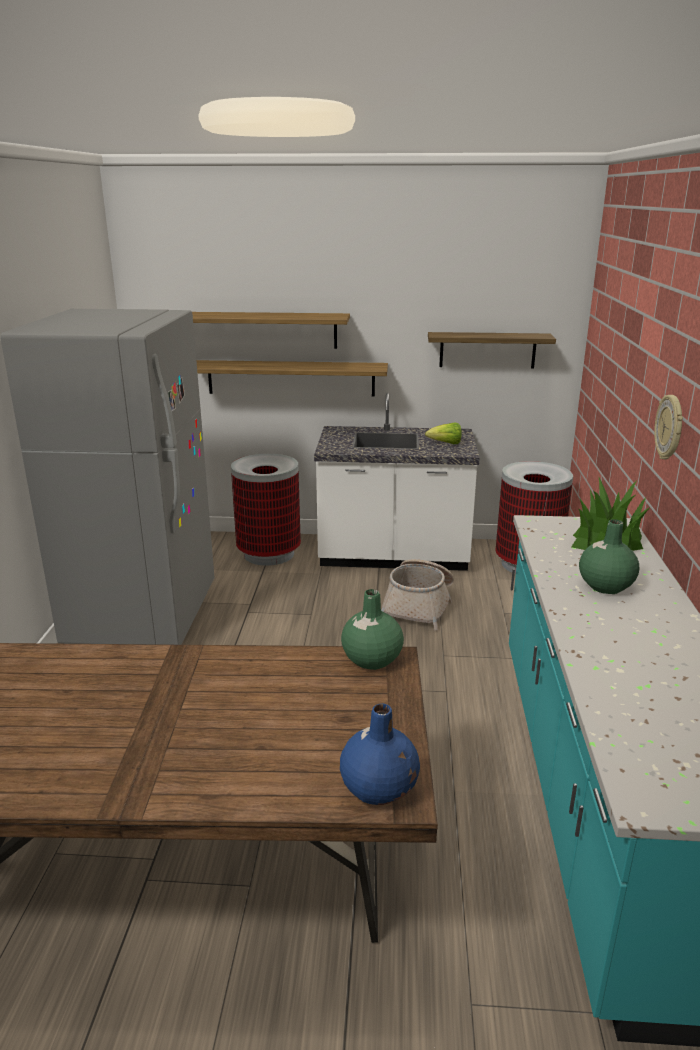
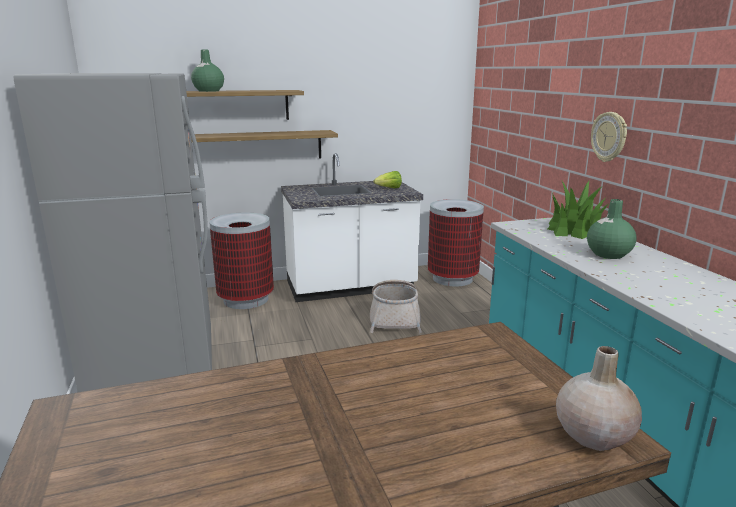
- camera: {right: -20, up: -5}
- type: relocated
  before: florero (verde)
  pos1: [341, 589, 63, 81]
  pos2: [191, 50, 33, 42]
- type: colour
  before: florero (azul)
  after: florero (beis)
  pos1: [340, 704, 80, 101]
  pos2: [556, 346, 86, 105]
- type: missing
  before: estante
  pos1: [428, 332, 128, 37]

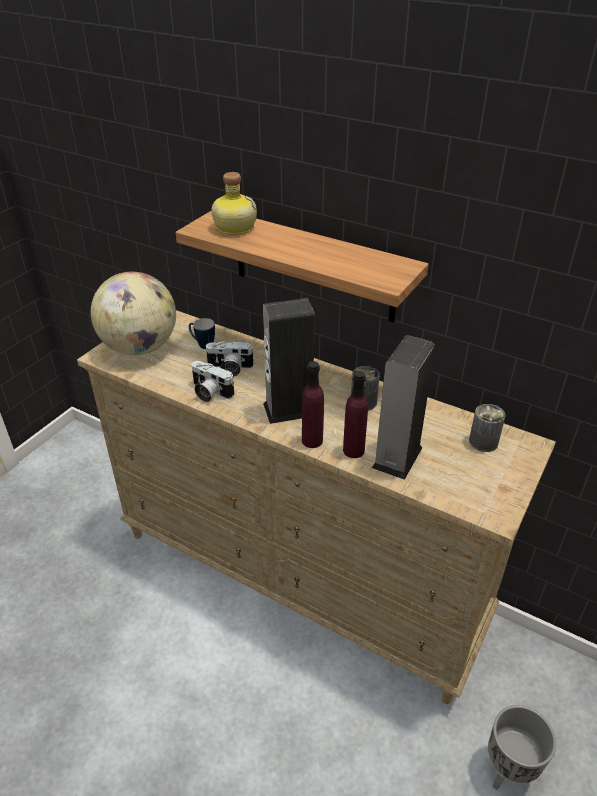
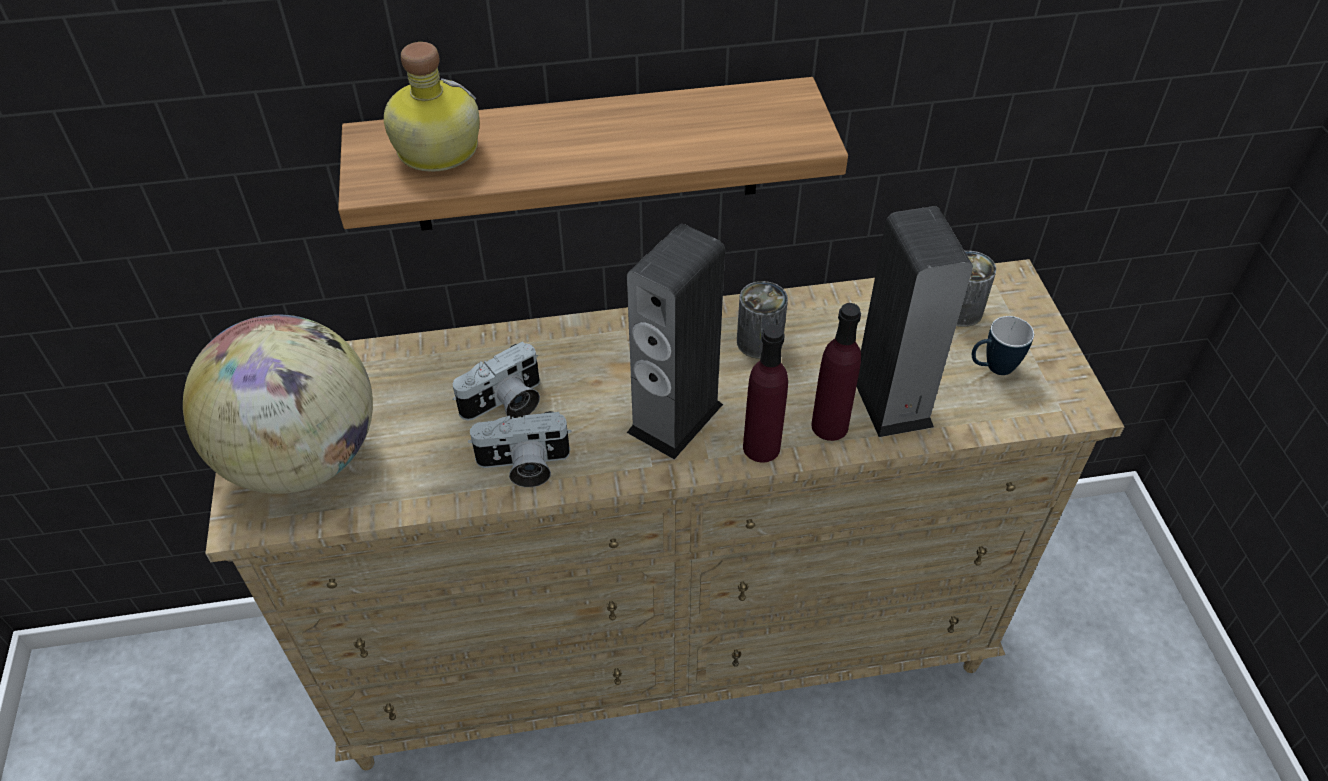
- camera: {right: -40, up: 10}
- type: relocated
  before: taza grande
  pos1: [189, 318, 26, 31]
  pos2: [972, 316, 62, 59]
- type: missing
  before: maceta (gris)
  pos1: [488, 705, 68, 85]

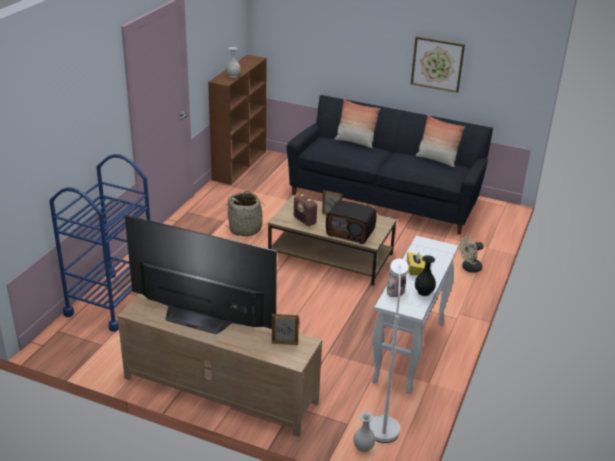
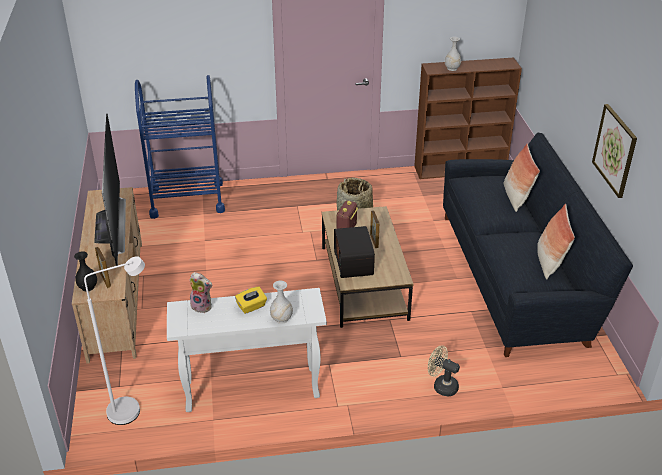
- camera: {right: 60, up: 5}
- type: relocated
  before: florero (negro)
  pos1: [415, 255, 21, 41]
  pos2: [74, 251, 23, 40]
- type: relocated
  before: florero (blanco)
  pos1: [353, 412, 22, 40]
  pos2: [270, 281, 23, 43]

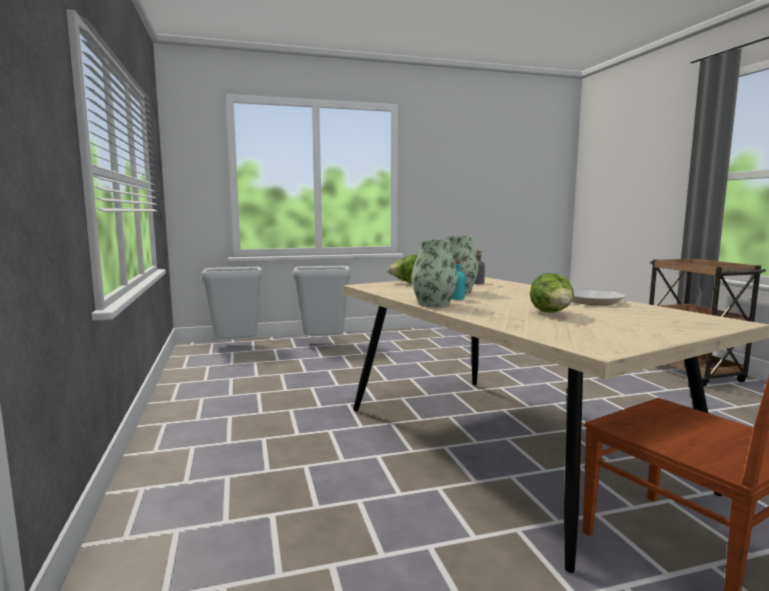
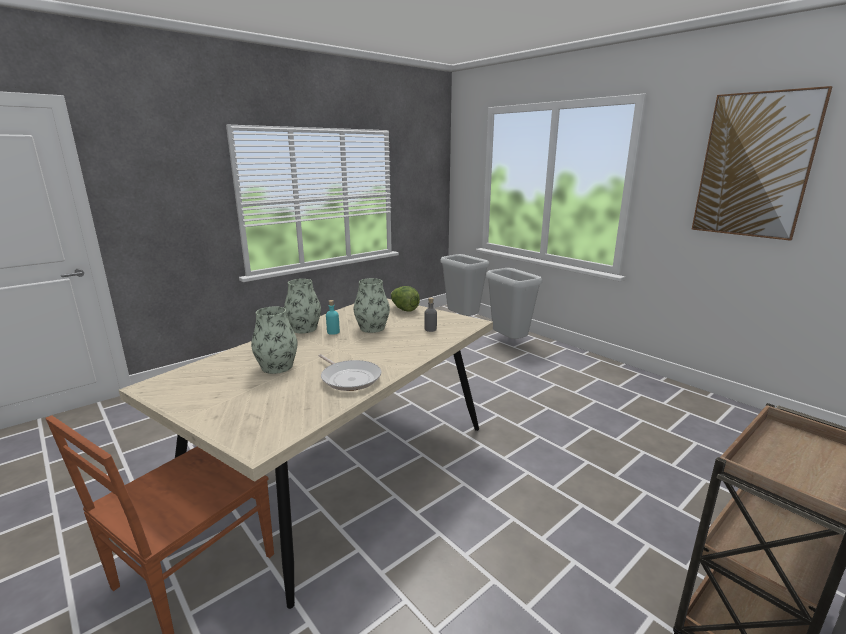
- camera: {right: 65, up: 10}
- type: exchanged
  before: lechuga
  after: florero
  pos1: [530, 273, 44, 40]
  pos2: [251, 306, 46, 68]
- type: appeared
  after: cuadro
  pos2: [692, 86, 140, 155]

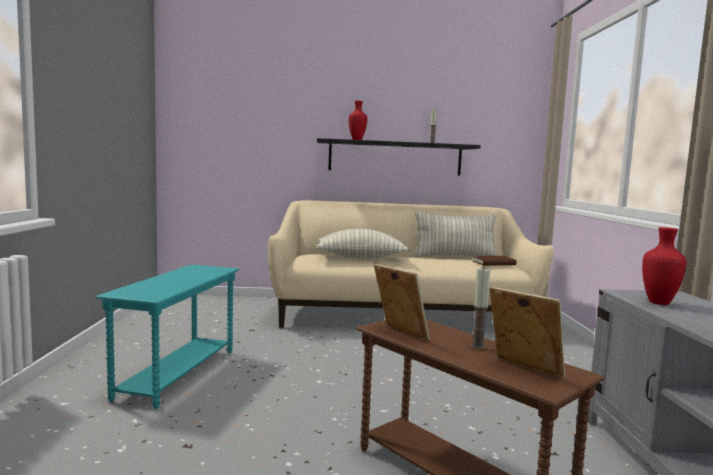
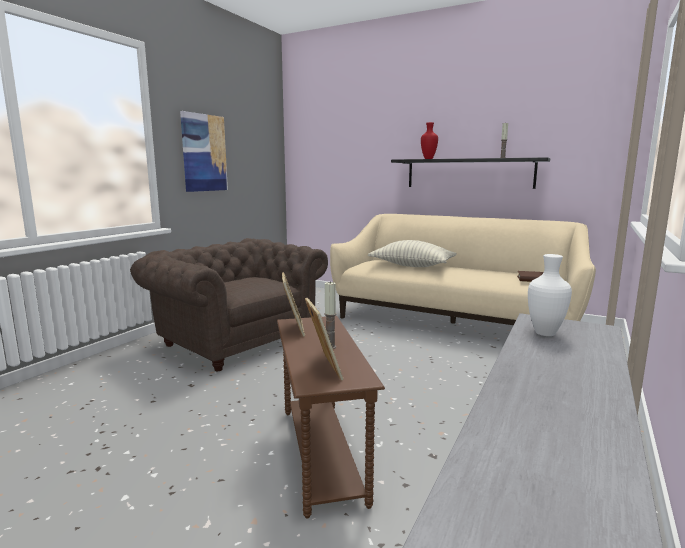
- camera: {right: 30, up: 5}
- type: exchanged
  before: mesa auxiliar (turquesa)
  after: sillón (marrón)
  pos1: [95, 265, 144, 144]
  pos2: [130, 238, 198, 133]
- type: appeared
  after: cuadro
  pos2: [180, 111, 48, 81]
- type: colour
  before: florero (rojo)
  after: florero (blanco)
  pos1: [642, 227, 44, 78]
  pos2: [528, 254, 44, 82]
- type: missing
  before: cojín
  pos1: [414, 212, 83, 45]

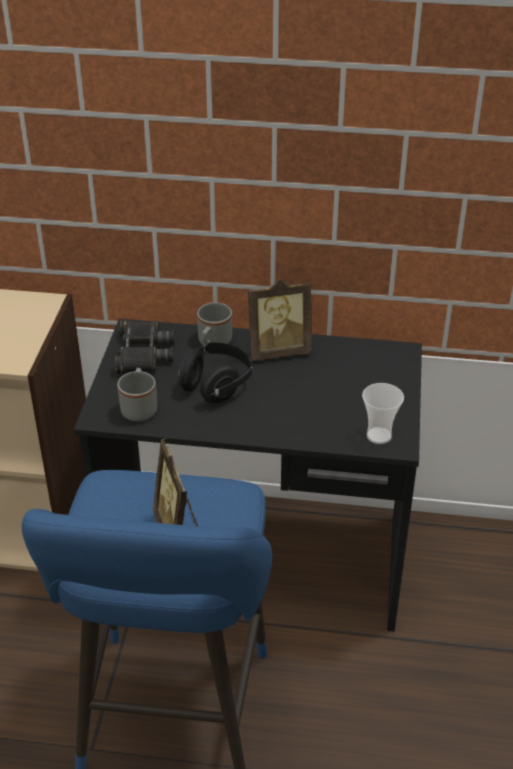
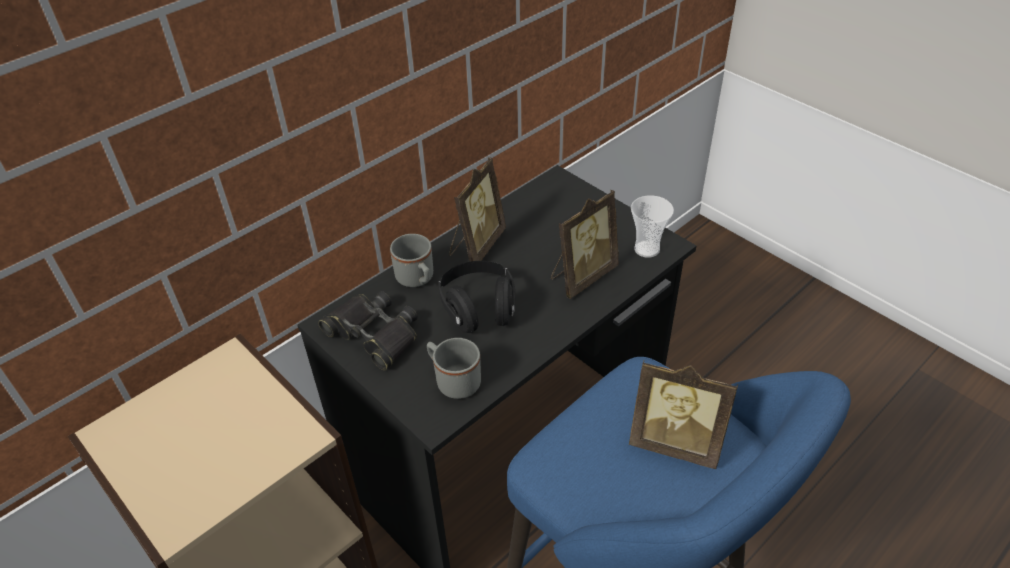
- camera: {right: -50, up: 5}
- type: appeared
  after: portarretratos
  pos2: [551, 190, 68, 109]

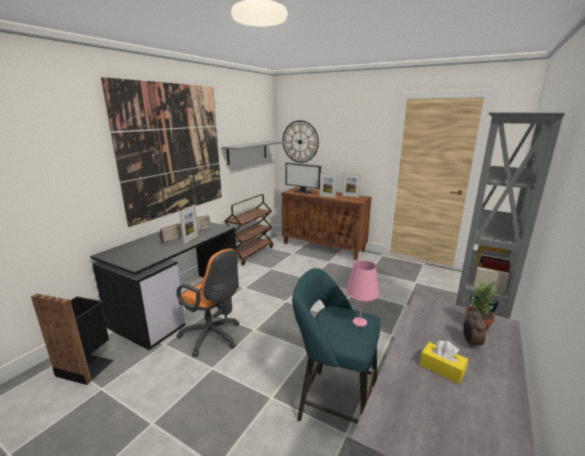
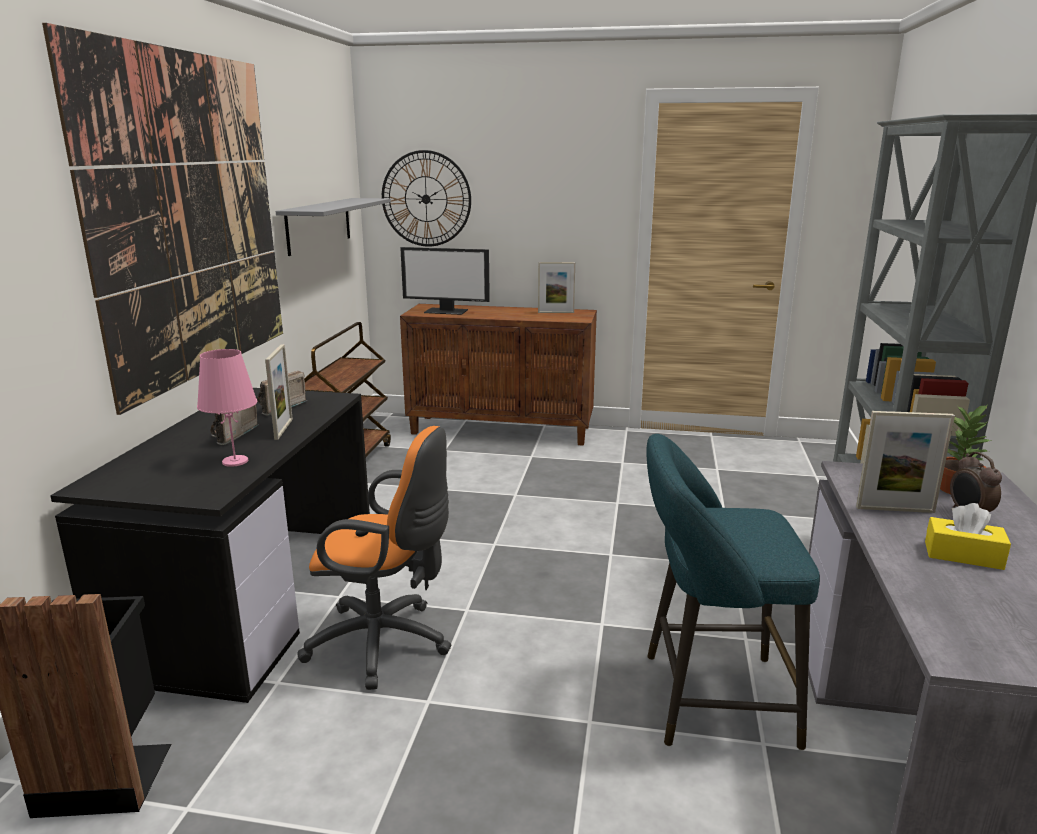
- camera: {right: -20, up: 0}
- type: relocated
  before: lámpara de mesa (rosa)
  pos1: [346, 260, 33, 67]
  pos2: [197, 349, 60, 118]
- type: relocated
  before: portarretratos
  pos1: [319, 173, 18, 25]
  pos2: [856, 411, 99, 102]

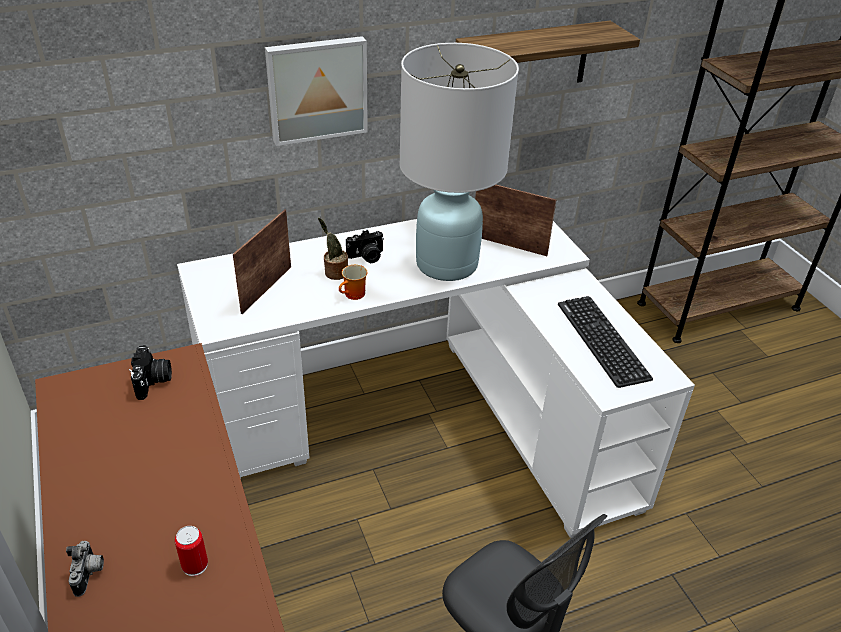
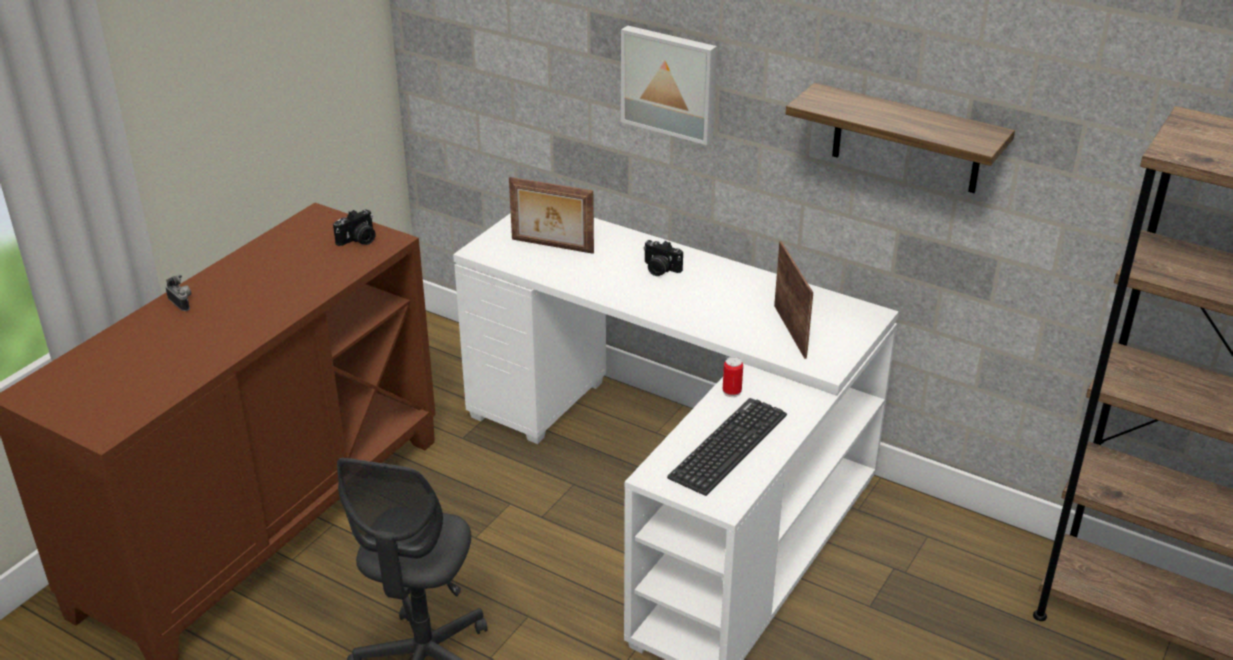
- camera: {right: 55, up: -5}
- type: spun
  before: cámara
  pos1: [66, 541, 38, 56]
  pos2: [165, 275, 26, 36]
  turn: -90
- type: spun
  before: portarretratos
  pos1: [233, 209, 58, 105]
  pos2: [509, 177, 85, 77]
  turn: -150
- type: relocated
  before: lata
  pos1: [175, 526, 33, 50]
  pos2: [723, 357, 20, 40]
- type: missing
  before: planta en maceta
  pos1: [318, 218, 30, 62]
- type: missing
  before: taza grande
  pos1: [339, 265, 28, 35]
- type: missing
  before: lámpara de mesa (blanco)
  pos1: [399, 43, 120, 238]

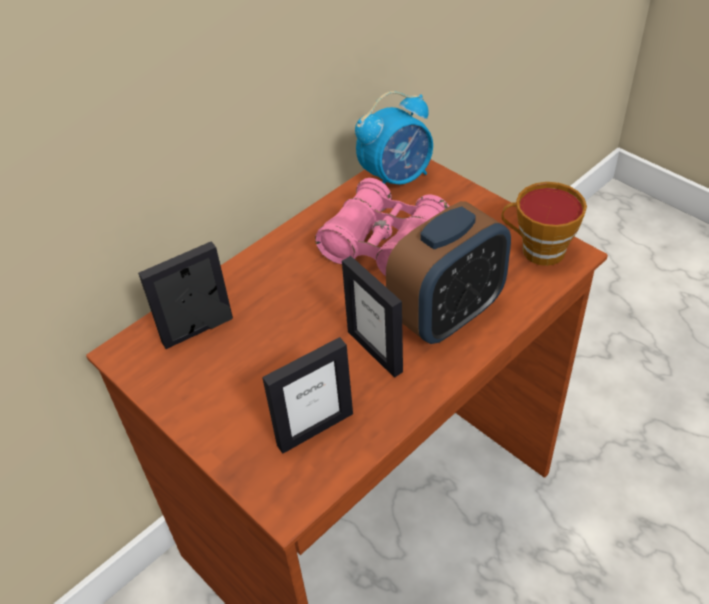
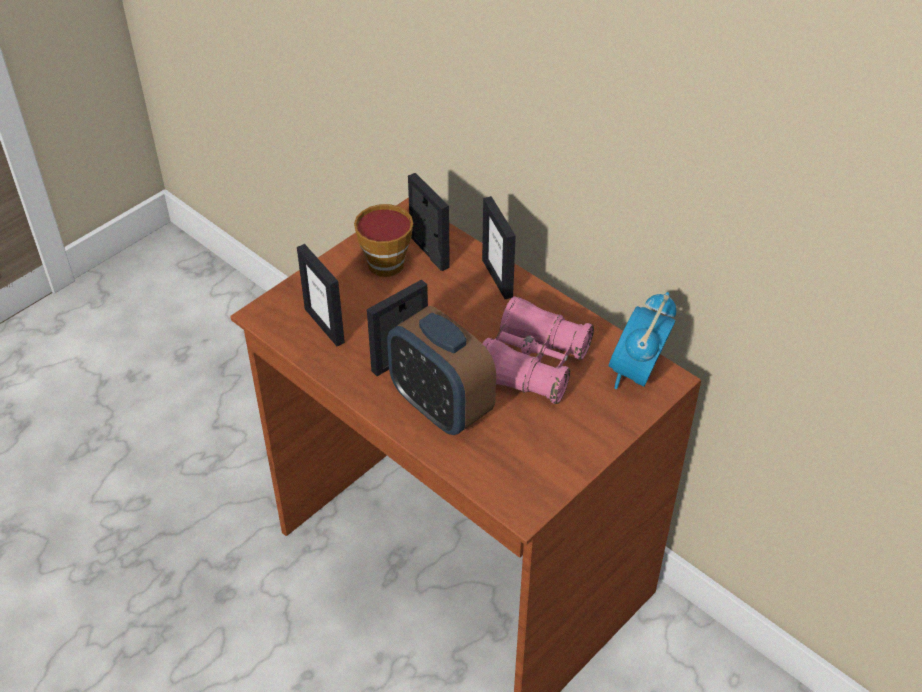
- camera: {right: 85, up: 0}
- type: relocated
  before: taza
  pos1: [502, 182, 85, 84]
  pos2: [354, 204, 59, 73]
- type: appeared
  after: portarretratos
  pos2: [482, 196, 34, 103]
- type: spun
  before: despertador
  pos1: [355, 91, 78, 93]
  pos2: [609, 292, 67, 97]
  turn: 60

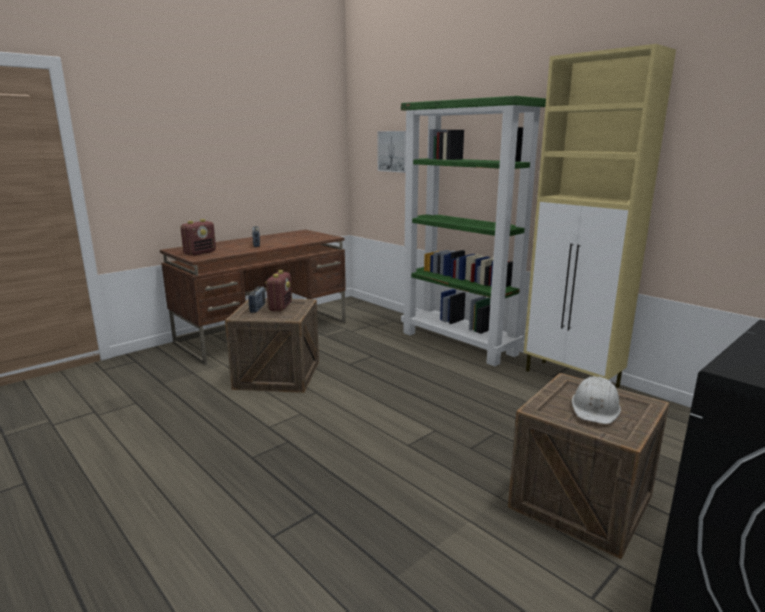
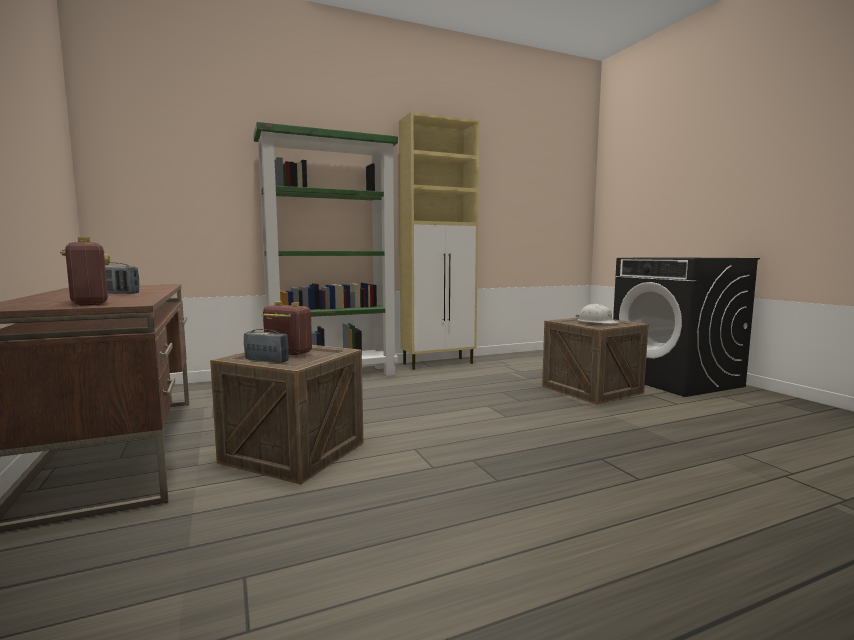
- camera: {right: -70, up: -10}
- type: missing
  before: cuadro
  pos1: [378, 131, 28, 42]

